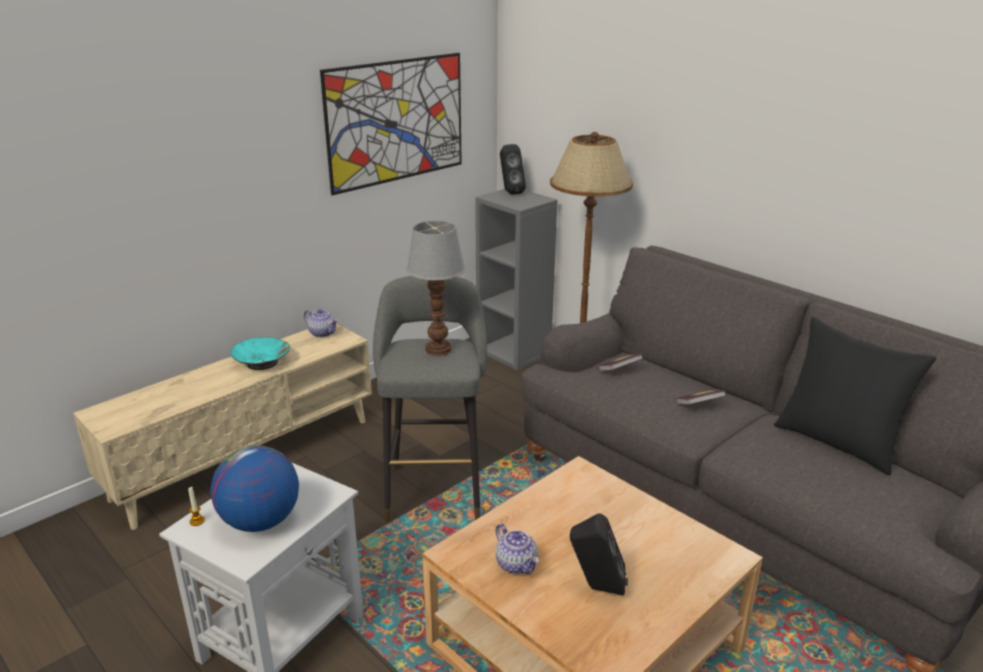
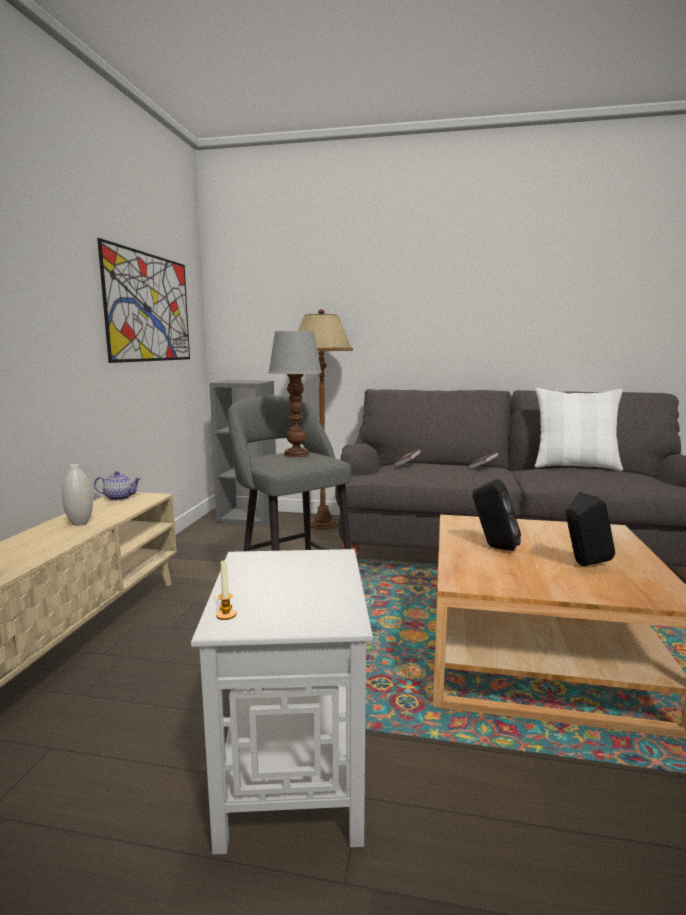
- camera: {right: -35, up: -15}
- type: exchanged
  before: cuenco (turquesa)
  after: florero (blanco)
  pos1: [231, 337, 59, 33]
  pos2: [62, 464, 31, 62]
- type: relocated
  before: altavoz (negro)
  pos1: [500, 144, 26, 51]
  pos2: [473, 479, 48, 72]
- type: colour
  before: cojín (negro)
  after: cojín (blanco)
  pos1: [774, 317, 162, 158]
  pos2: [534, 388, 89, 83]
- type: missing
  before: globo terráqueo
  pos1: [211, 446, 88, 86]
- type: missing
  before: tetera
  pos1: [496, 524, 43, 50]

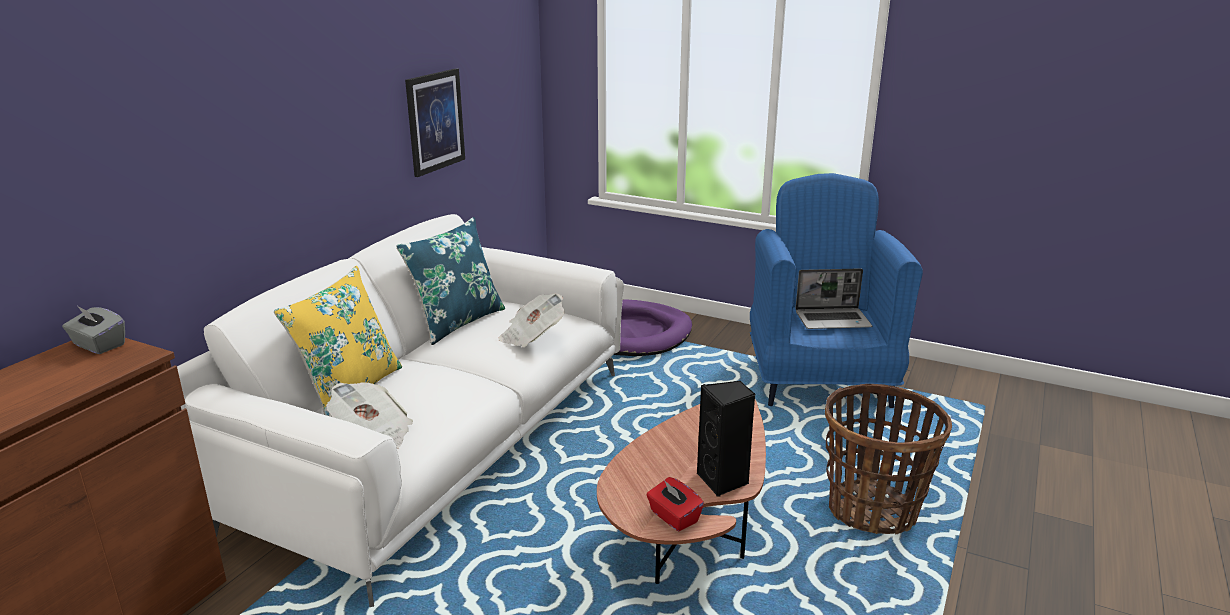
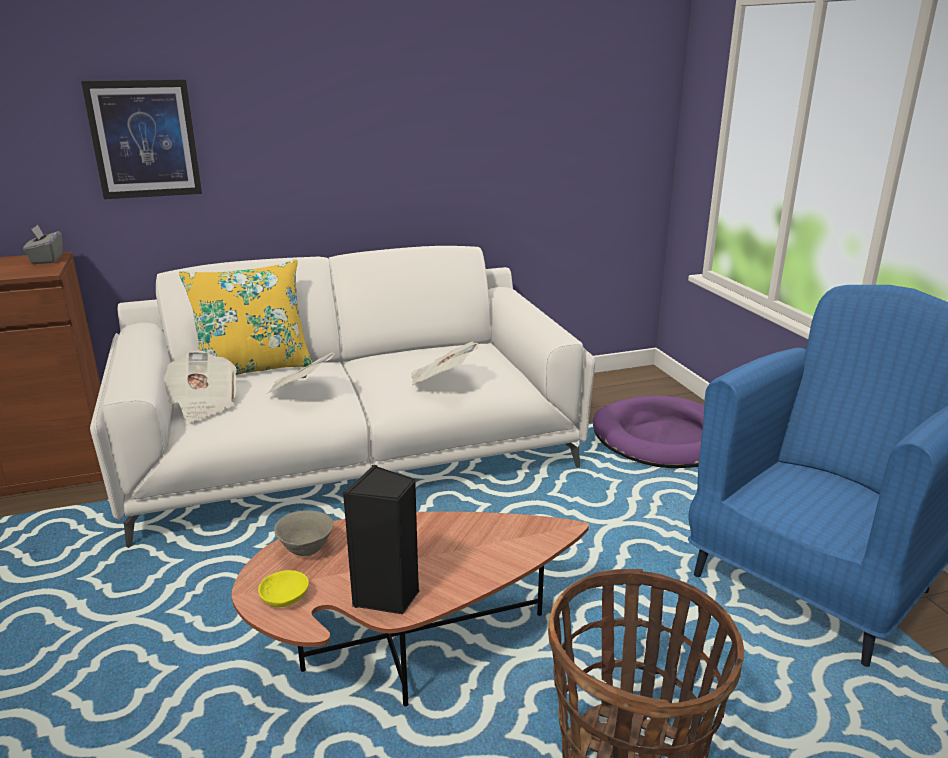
- camera: {right: 45, up: 0}
- type: relocated
  before: cuadro
  pos1: [405, 68, 60, 109]
  pos2: [81, 79, 121, 120]
- type: exchanged
  before: caja de pañuelos (rojo)
  after: cuenco (amarillo)
  pos1: [646, 477, 58, 54]
  pos2: [258, 570, 51, 37]
- type: appeared
  after: periódico
  pos2: [267, 352, 67, 42]
- type: appeared
  after: cuenco (gris)
  pos2: [274, 510, 59, 46]
- type: missing
  before: cojín (azul)
  pos1: [396, 217, 109, 128]
- type: missing
  before: portátil
  pos1: [795, 268, 77, 61]

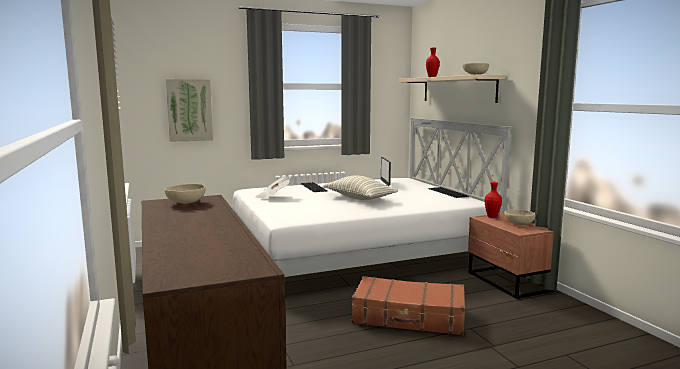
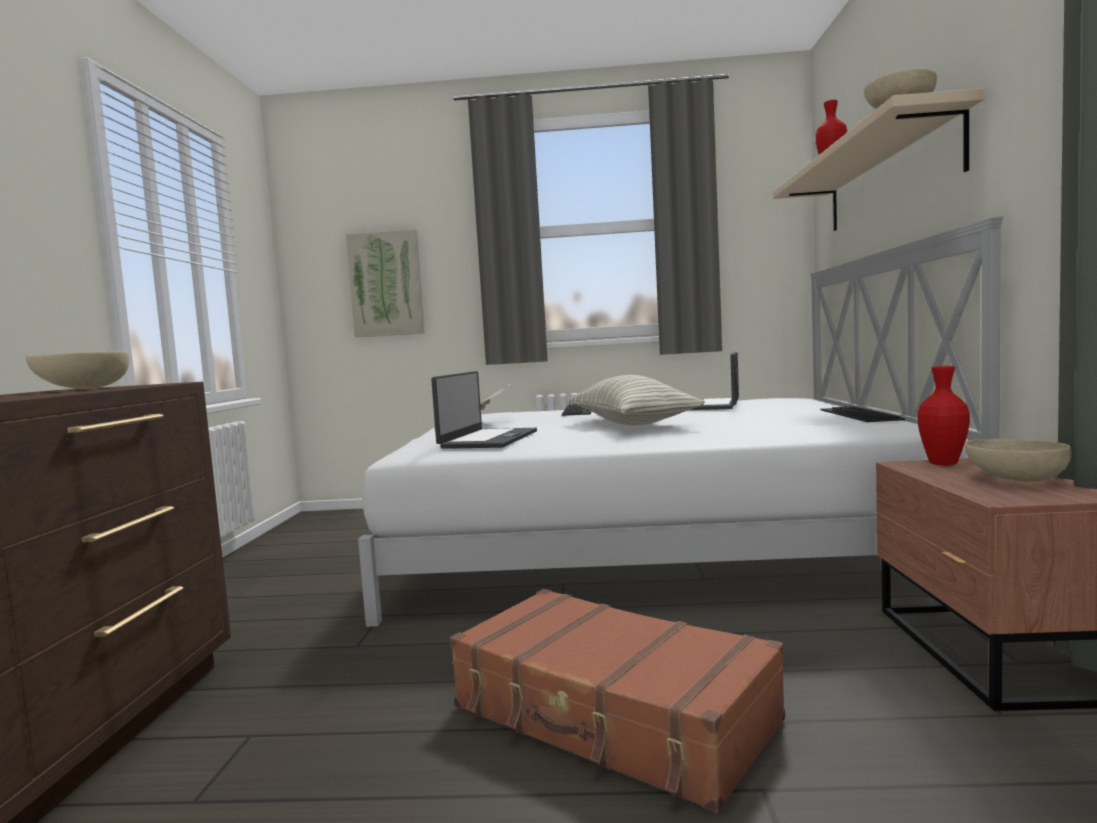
- camera: {right: 25, up: -5}
- type: appeared
  after: portátil
  pos2: [431, 371, 106, 78]

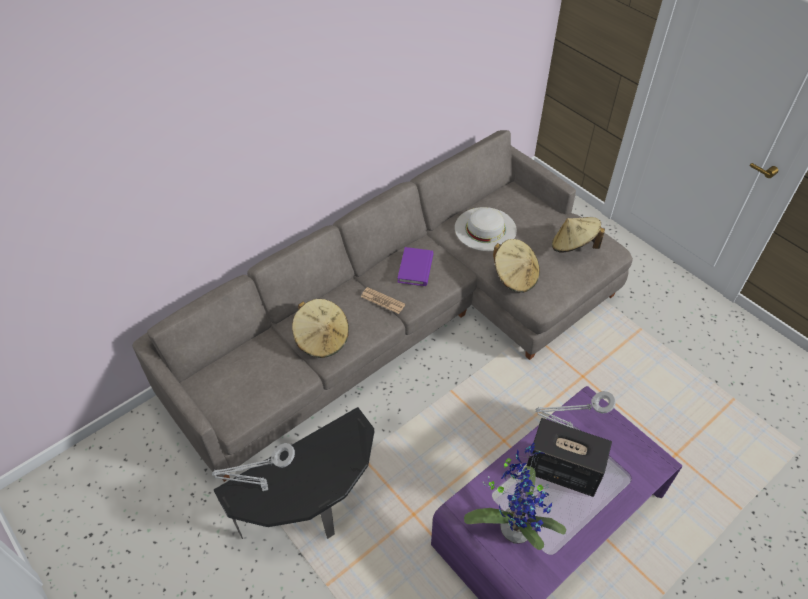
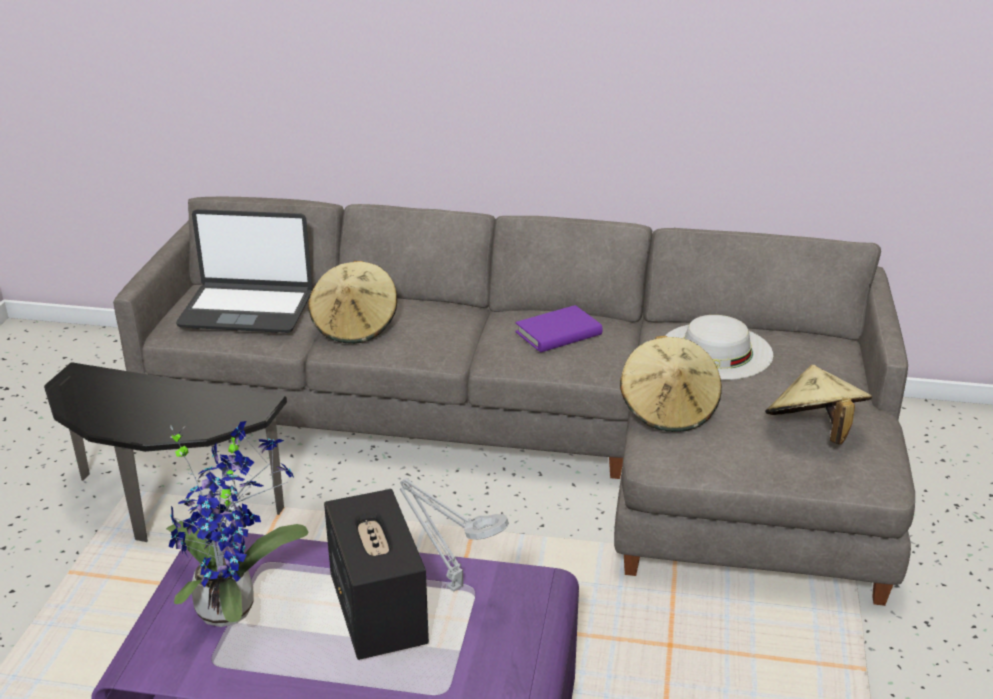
- camera: {right: 50, up: -20}
- type: appeared
  after: portátil
  pos2: [176, 209, 136, 124]
- type: missing
  before: lámpara de mesa (gris)
  pos1: [212, 443, 83, 48]
- type: missing
  before: periódico
  pos1: [361, 287, 44, 27]

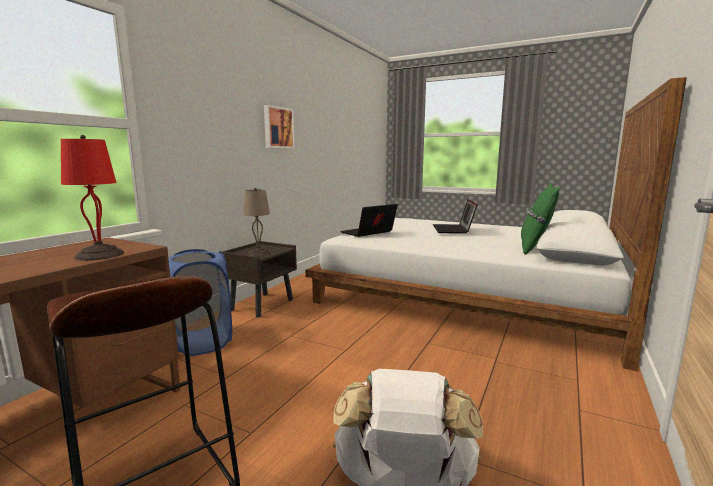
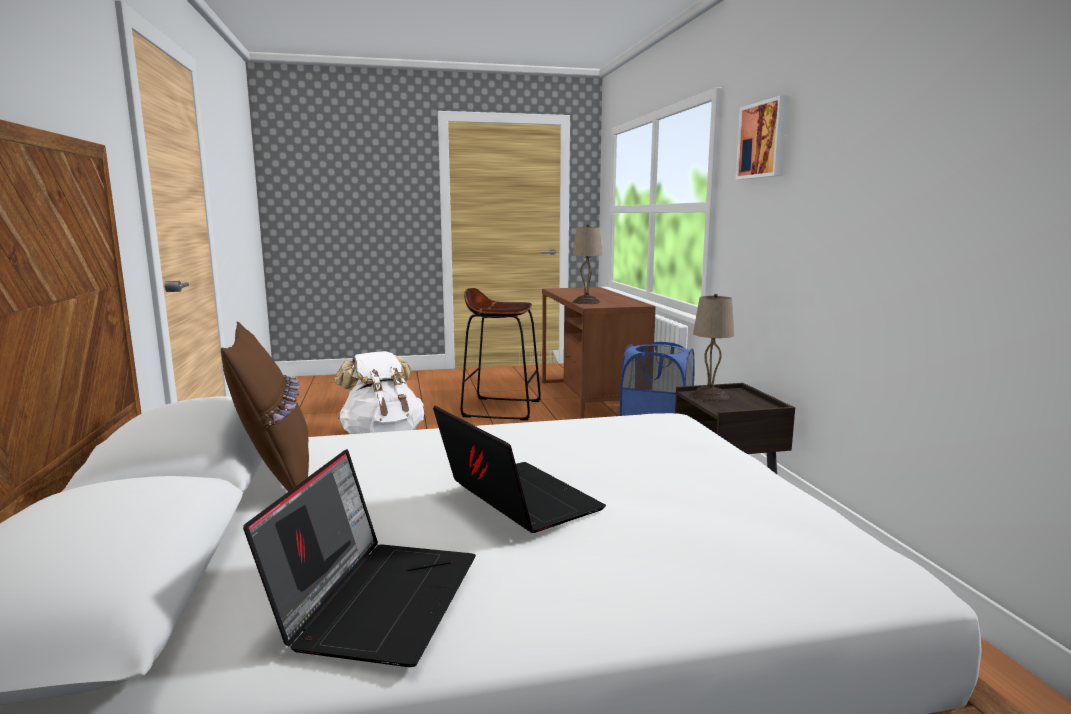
- camera: {right: 140, up: 0}
- type: colour
  before: cojín (verde)
  after: cojín (marrón)
  pos1: [521, 183, 39, 72]
  pos2: [221, 322, 88, 170]
- type: relocated
  before: portátil
  pos1: [340, 204, 58, 33]
  pos2: [243, 449, 233, 218]
- type: colour
  before: lámpara de mesa (rojo)
  after: lámpara de mesa (beis)
  pos1: [61, 135, 63, 126]
  pos2: [573, 224, 29, 80]
- type: relocated
  before: cuadro
  pos1: [264, 105, 31, 44]
  pos2: [736, 95, 53, 85]

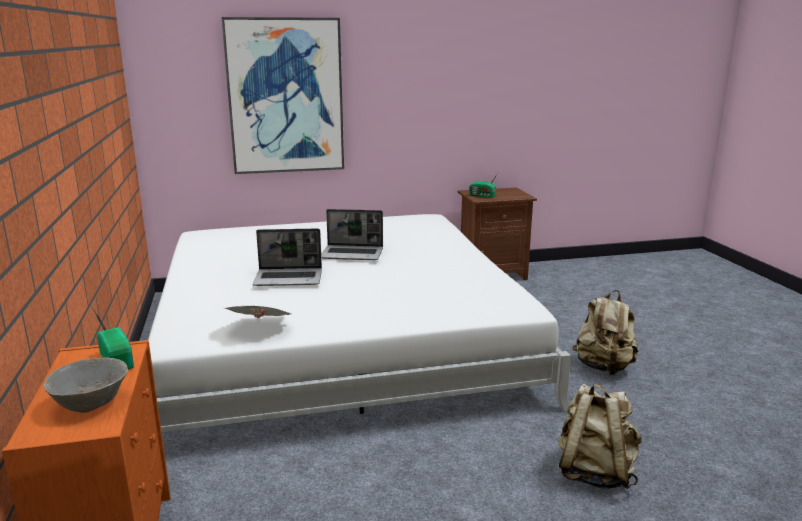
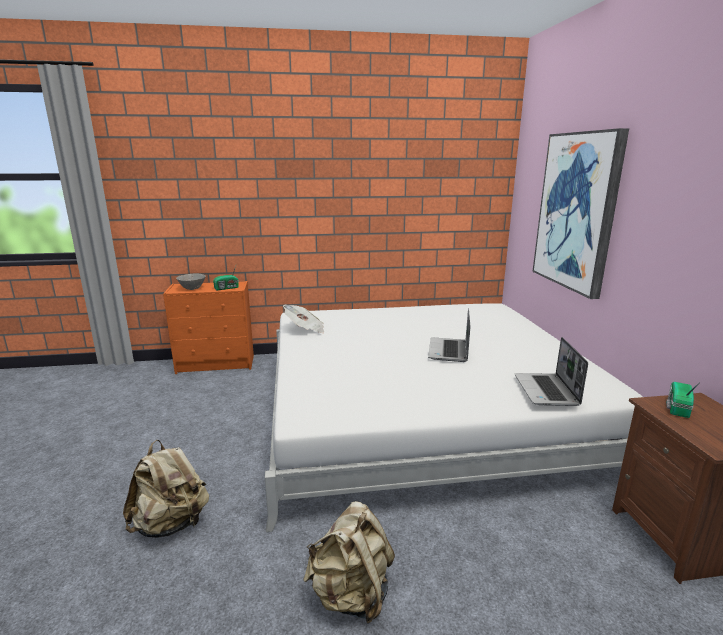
- camera: {right: 95, up: 0}
- type: relocated
  before: portátil
  pos1: [253, 229, 69, 57]
  pos2: [514, 337, 74, 69]

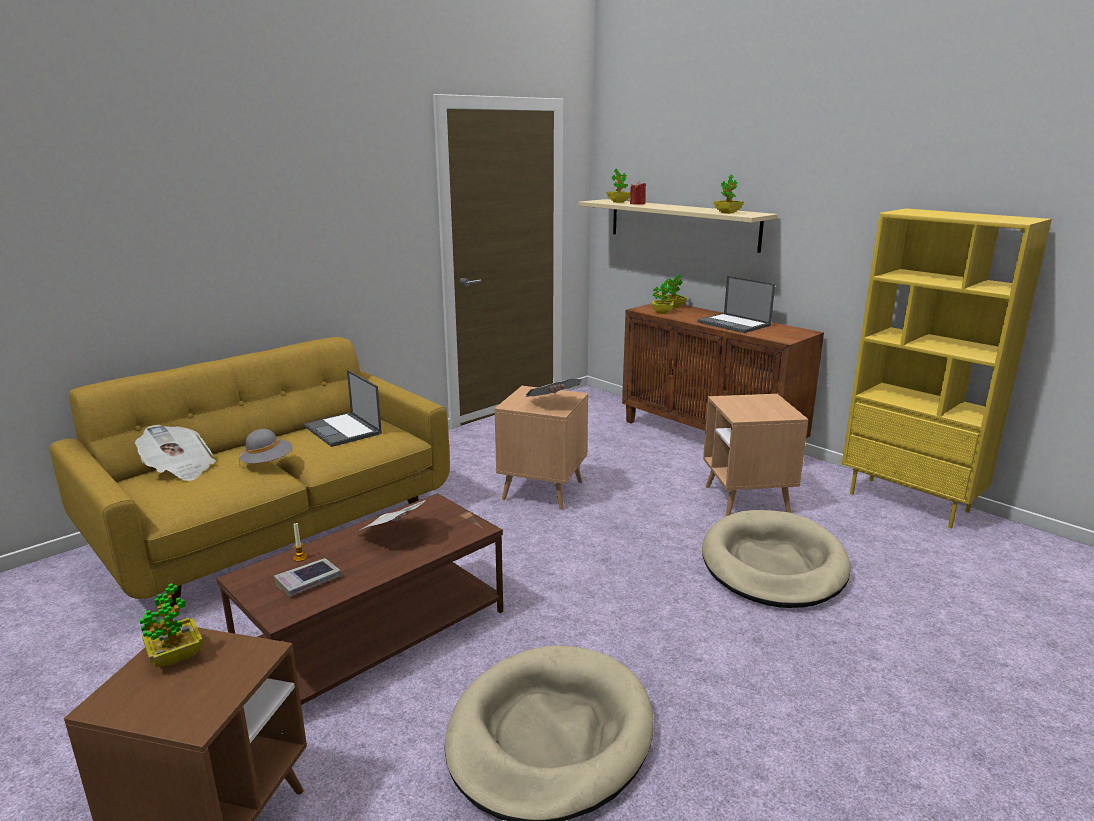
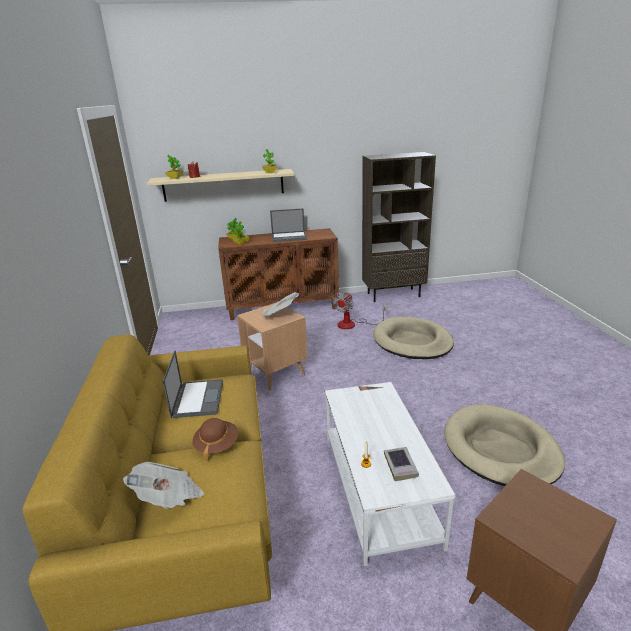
- camera: {right: -55, up: 5}
- type: spun
  before: portátil
  pos1: [304, 370, 78, 77]
  pos2: [163, 351, 60, 67]
  turn: -90
- type: colour
  before: sombrero (gris)
  after: sombrero (marrón)
  pos1: [239, 429, 54, 35]
  pos2: [192, 418, 46, 43]
- type: colour
  before: mesa de centro (marrón)
  after: mesa de centro (blanco)
  pos1: [216, 493, 287, 212]
  pos2: [325, 382, 130, 184]
- type: exchanged
  before: mesa auxiliar (marrón)
  after: ventilador
  pos1: [703, 394, 106, 122]
  pos2: [333, 292, 54, 37]
- type: colour
  before: estantería (amarillo)
  after: estantería (marrón)
  pos1: [842, 209, 210, 319]
  pos2: [362, 152, 74, 150]
- type: missing
  before: planta en maceta
  pos1: [140, 583, 64, 84]
- type: missing
  before: periódico
  pos1: [360, 497, 73, 33]

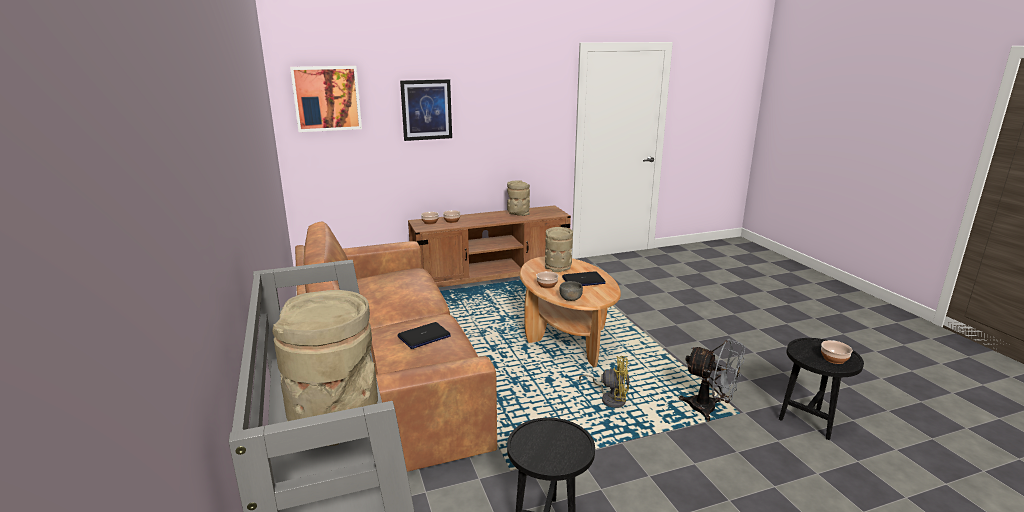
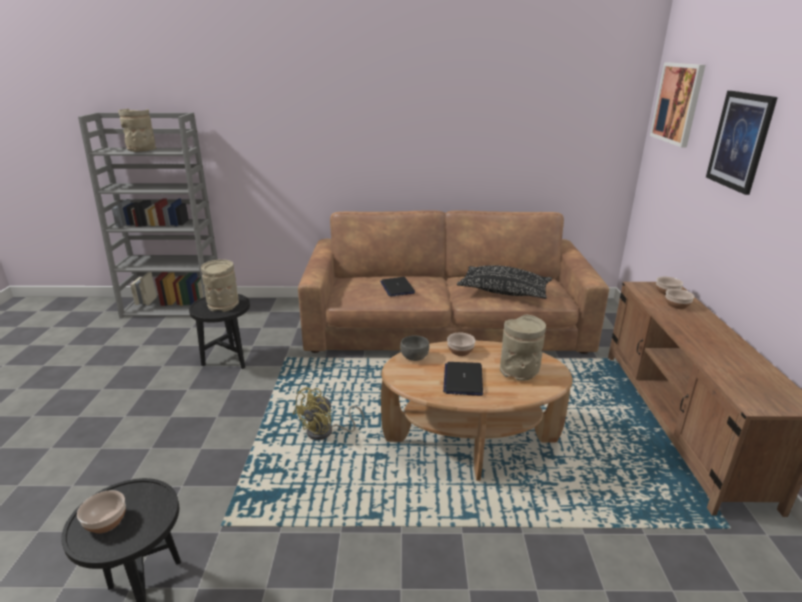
- camera: {right: 110, up: 5}
- type: relocated
  before: florero (beis)
  pos1: [507, 180, 23, 36]
  pos2: [201, 259, 38, 53]
- type: appeared
  after: cojín (negro)
  pos2: [457, 265, 95, 34]
- type: missing
  before: ventilador (gris)
  pos1: [679, 338, 66, 84]

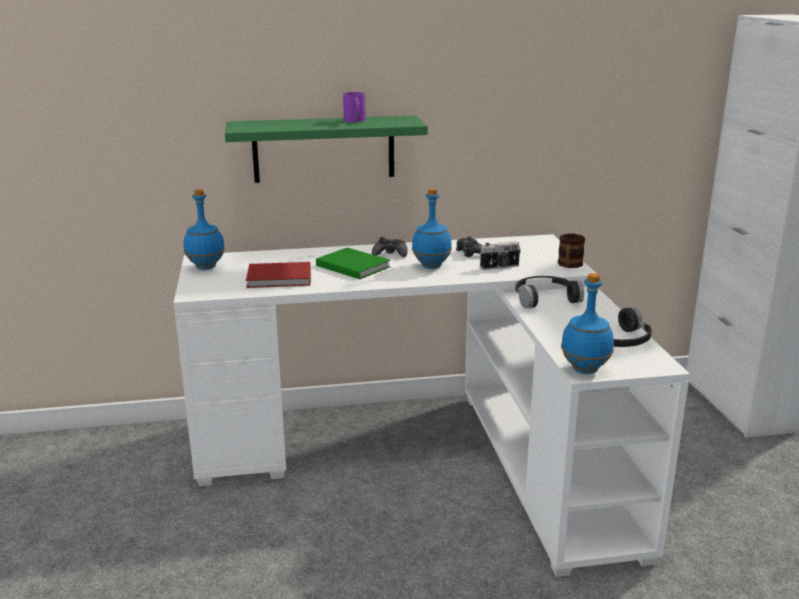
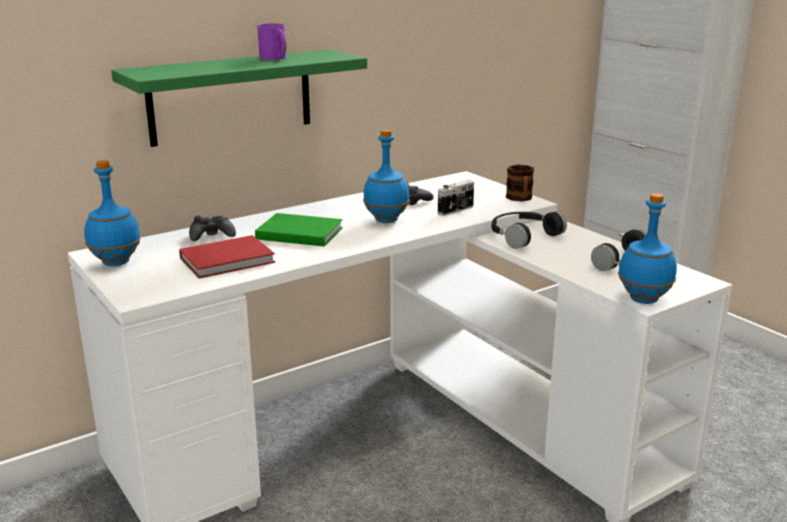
- camera: {right: -25, up: 0}
- type: relocated
  before: mando de consola (negro)
  pos1: [372, 237, 36, 20]
  pos2: [189, 215, 47, 26]

